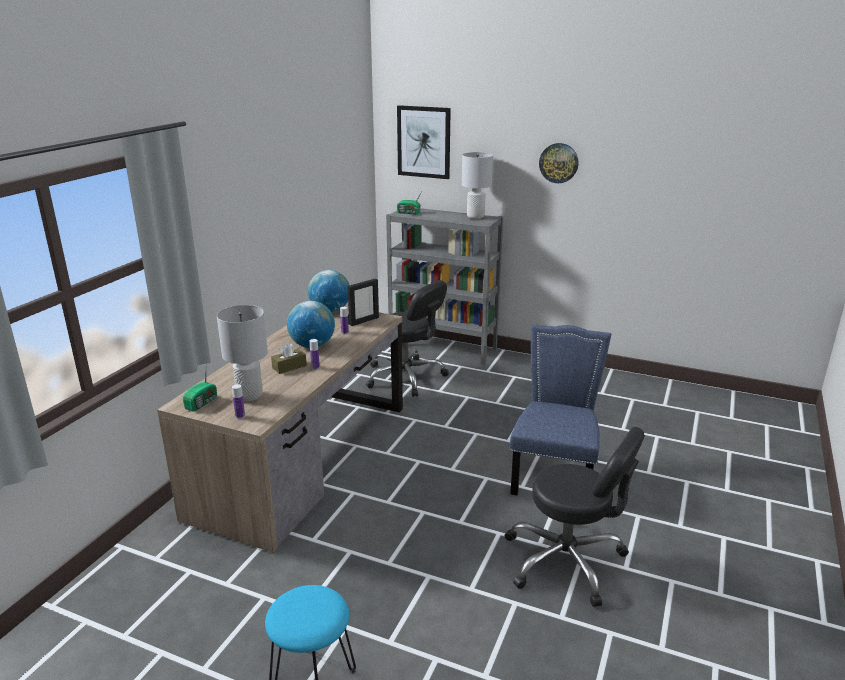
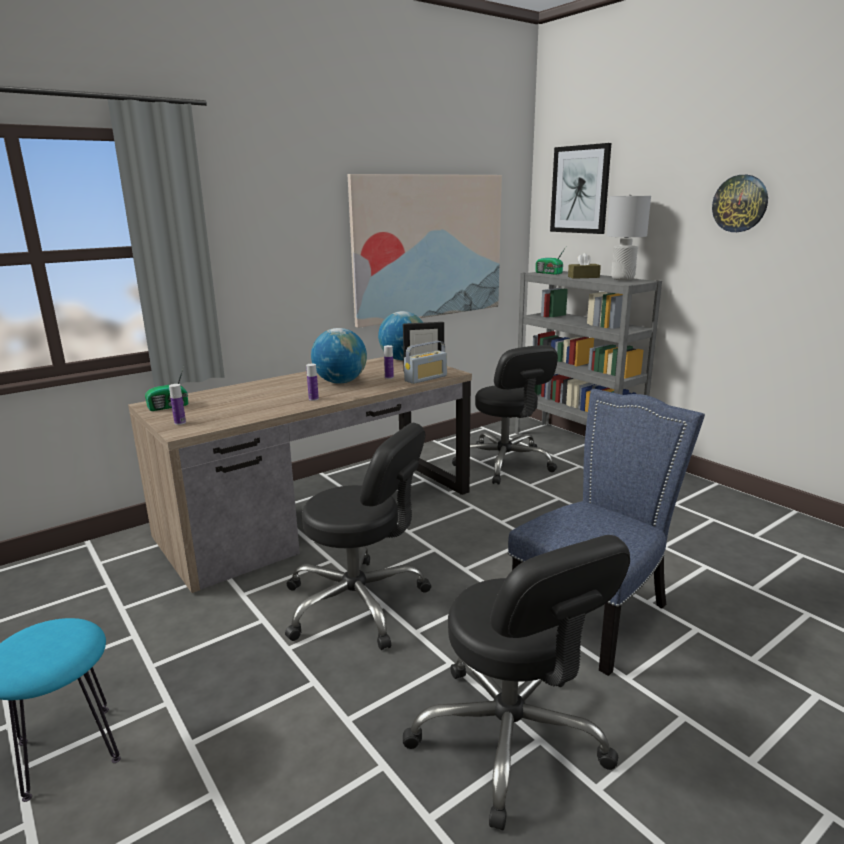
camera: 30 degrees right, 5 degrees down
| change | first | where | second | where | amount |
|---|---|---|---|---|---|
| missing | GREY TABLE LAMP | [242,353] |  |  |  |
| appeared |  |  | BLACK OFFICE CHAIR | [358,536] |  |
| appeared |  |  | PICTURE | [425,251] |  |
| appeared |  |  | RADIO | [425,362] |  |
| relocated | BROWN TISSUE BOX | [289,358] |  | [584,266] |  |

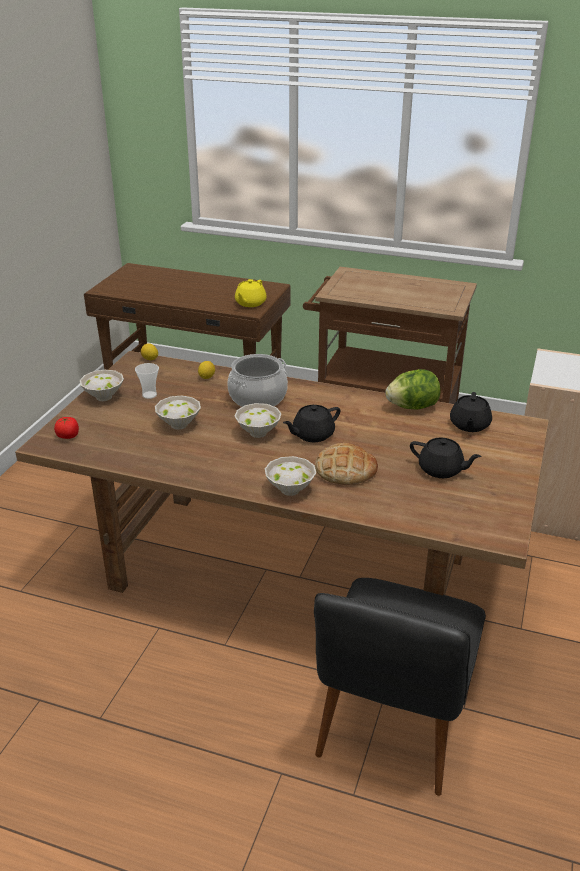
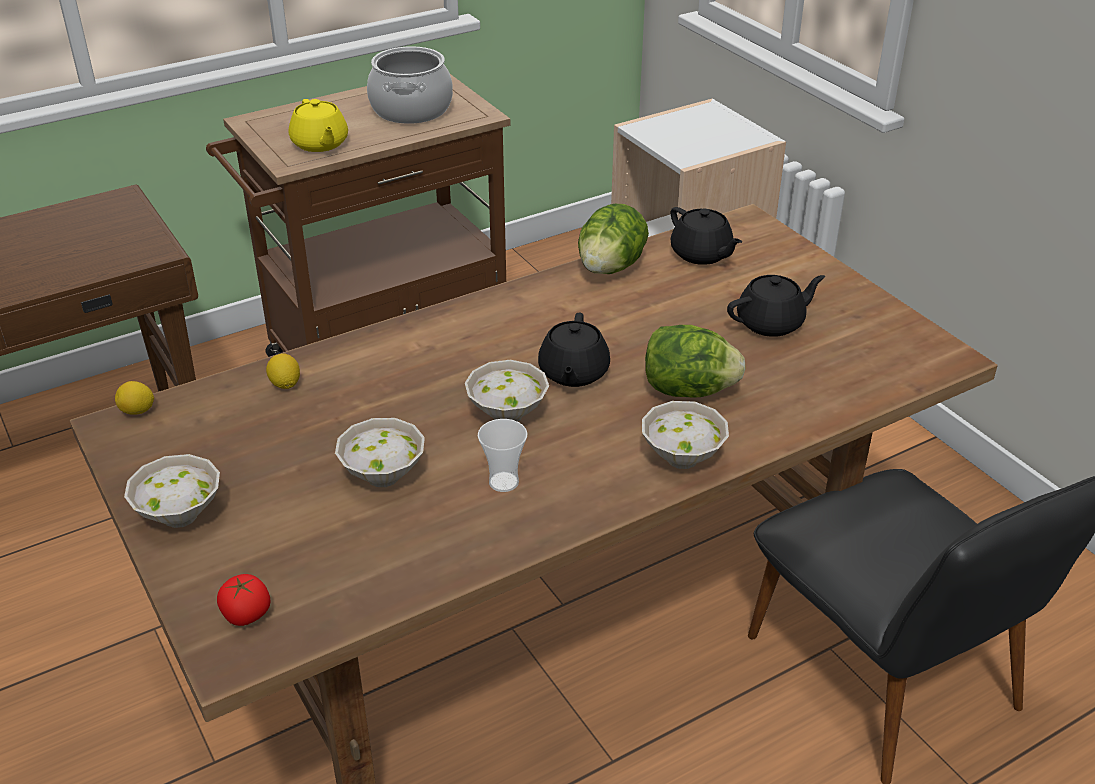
camera: 50 degrees left, 5 degrees up
| change | first | where | second | where | amount |
|---|---|---|---|---|---|
| relocated | CUP | [147,381] |  | [502,455] |  |
| relocated | COOKING POT | [257,380] |  | [410,85] |  |
| relocated | YELLOW TEAPOT | [251,293] |  | [318,125] |  |
| exchanged | BREAD | [346,464] | LETTUCE | [695,361] |  |

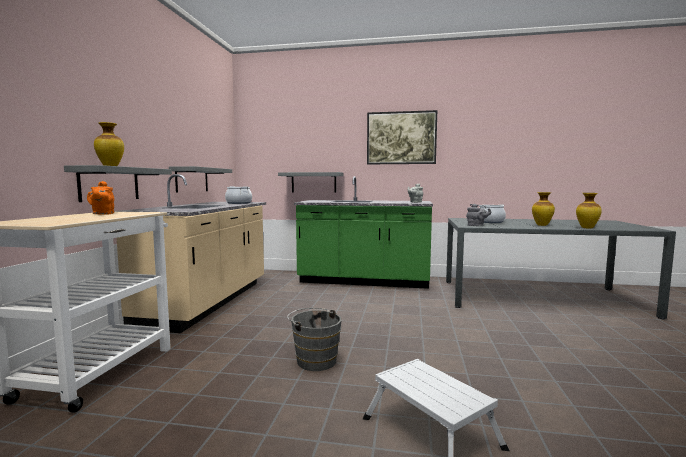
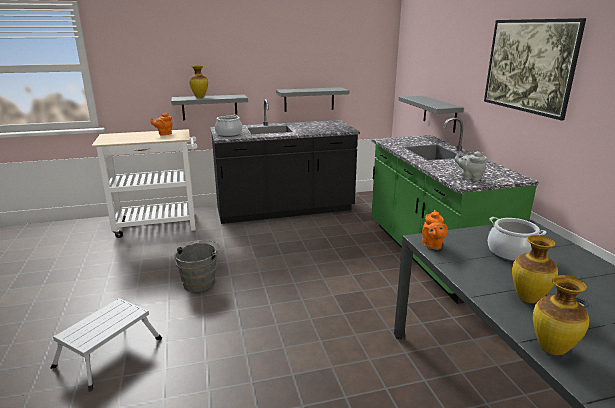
camera: 65 degrees right, 15 degrees up
| change | first | where | second | where | amount |
|---|---|---|---|---|---|
| relocated | COOKING POT | [238,195] |  | [228,126] |  |
| colour | BEIGE COUNTER | [191,253] | BLACK COUNTER | [285,161] |  |
| colour | GREY TEAPOT | [479,215] | ORANGE TEAPOT | [435,230] |  |

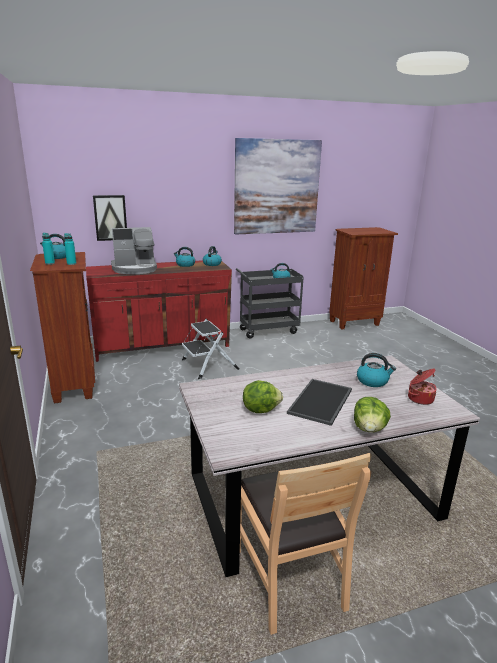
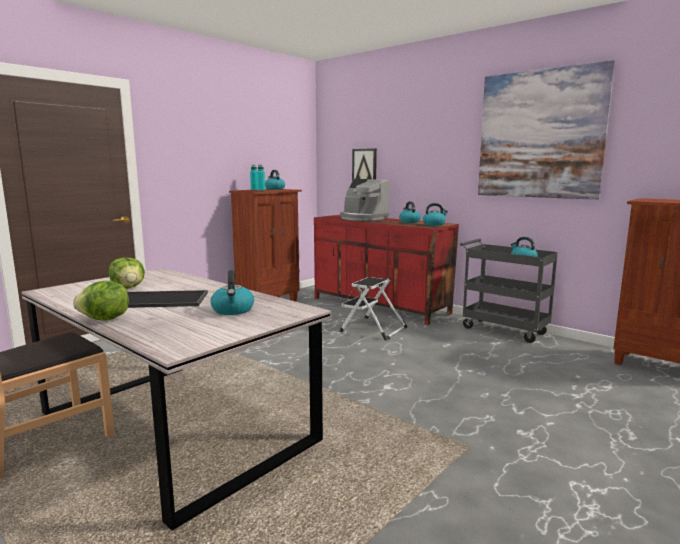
camera: 60 degrees right, 10 degrees down
| change | first | where | second | where | amount |
|---|---|---|---|---|---|
| missing | COOKING POT | [422,387] |  |  |  |

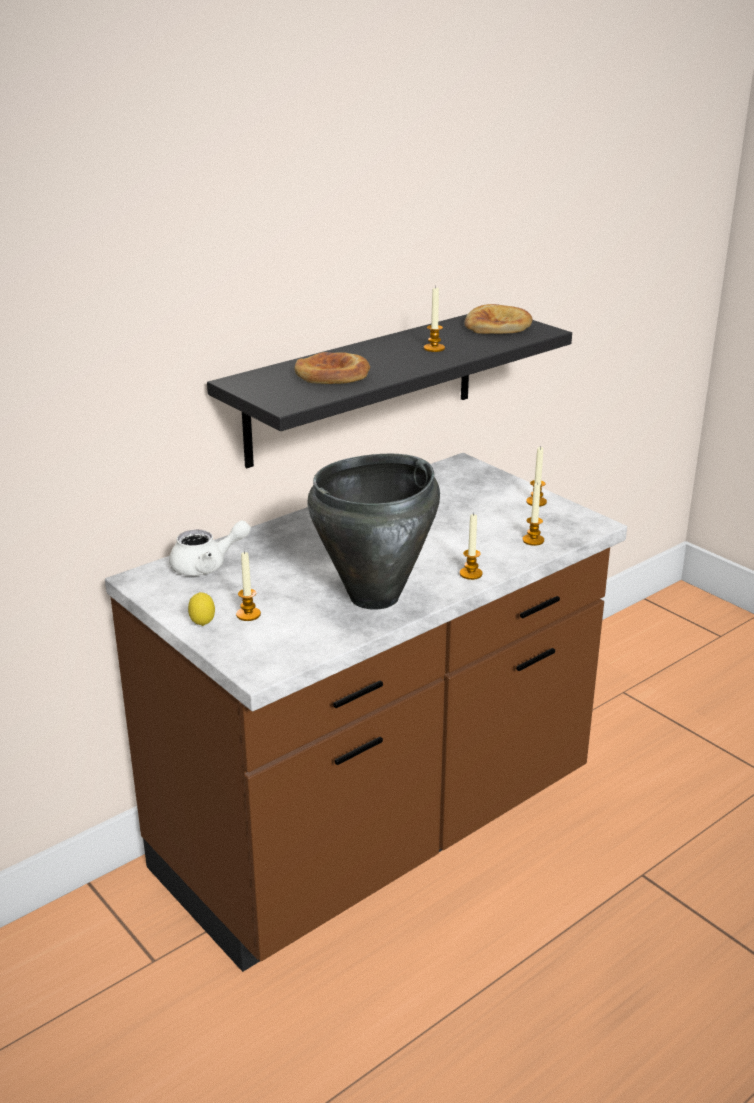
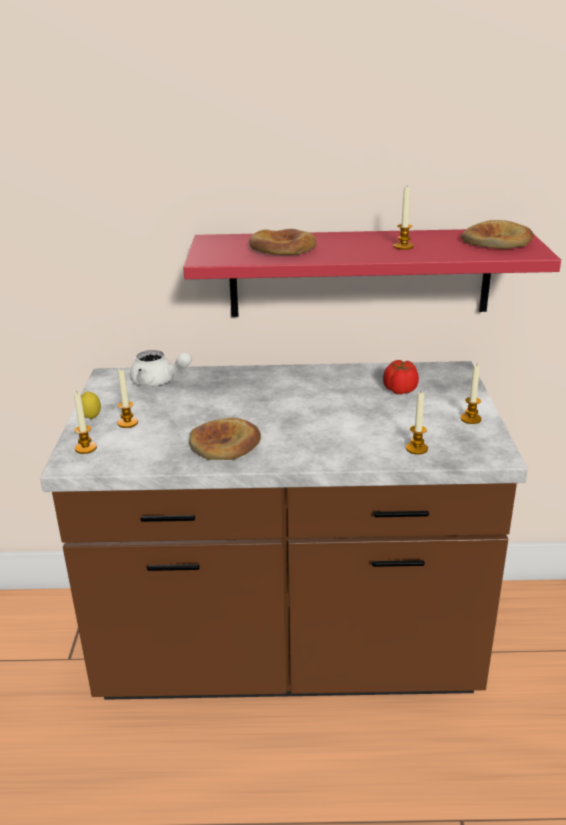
camera: 40 degrees right, 0 degrees up
| change | first | where | second | where | amount |
|---|---|---|---|---|---|
| appeared |  |  | TOMATO | [401,377] |  |
| relocated | CANDLE | [471,546] |  | [85,423] |  |
| exchanged | BLACK COOKING POT | [373,531] | BREAD | [225,439] |  |
| colour | BLACK SHELF | [389,391] | RED SHELF | [372,273] |  |

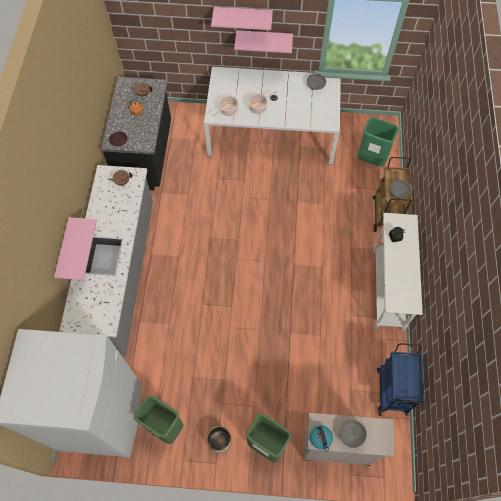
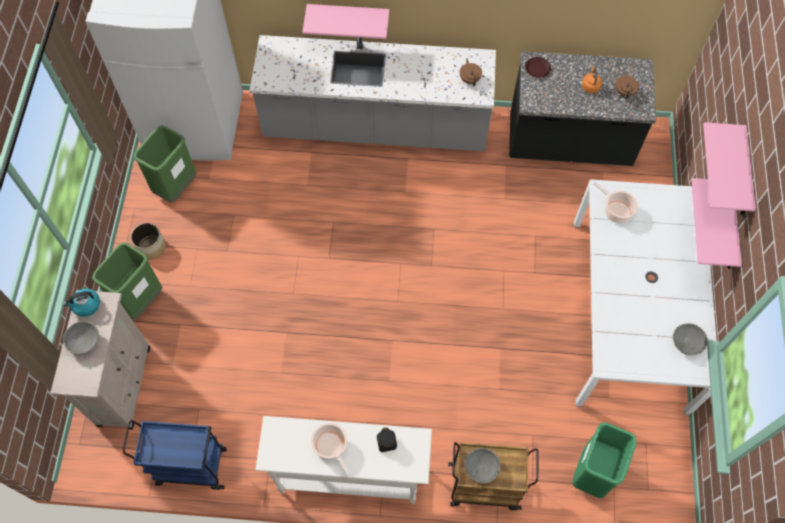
camera: 90 degrees right, 0 degrees up
| change | first | where | second | where | amount |
|---|---|---|---|---|---|
| relocated | COOKING POT | [262,102] |  | [331,449] |  |

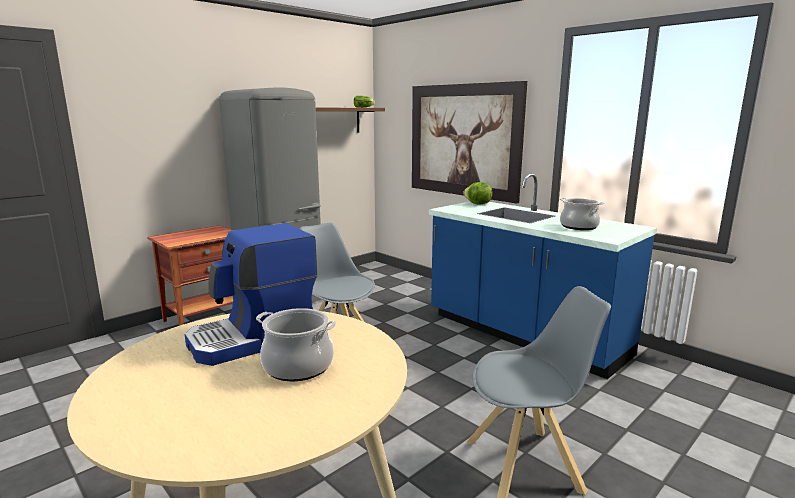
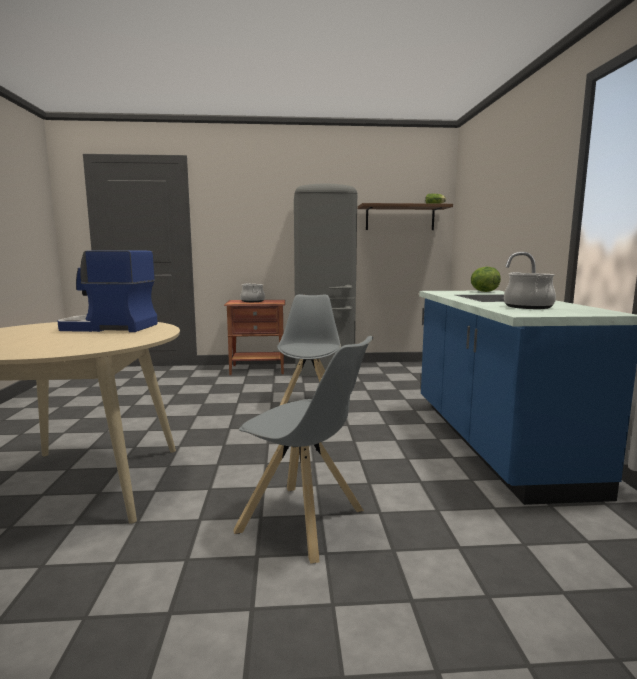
camera: 40 degrees right, 5 degrees down
| change | first | where | second | where | amount |
|---|---|---|---|---|---|
| missing | PICTURE | [469,142] |  |  |  |
| relocated | COOKING POT | [296,344] |  | [253,292] |  |

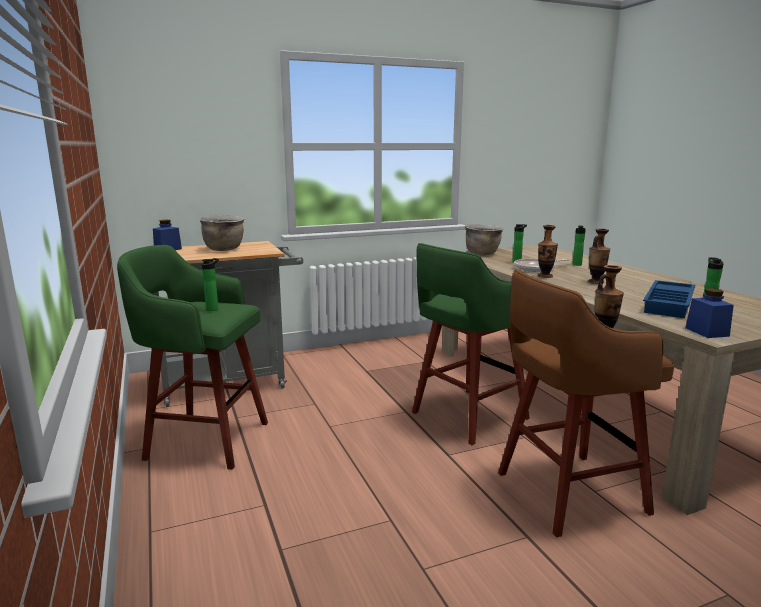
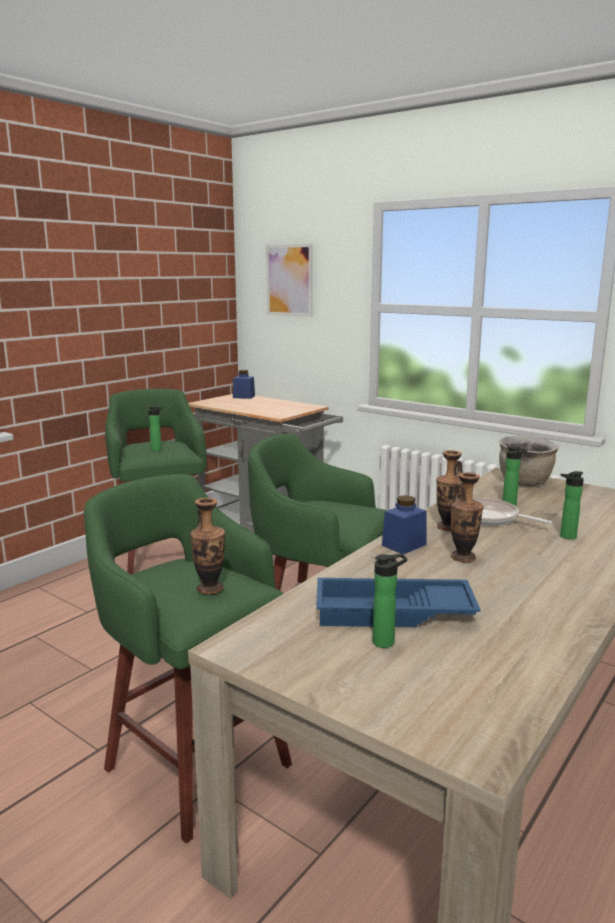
camera: 60 degrees right, 0 degrees up
| change | first | where | second | where | amount |
|---|---|---|---|---|---|
| missing | BROWN COOKING POT | [222,233] |  |  |  |
| appeared |  |  | PICTURE | [289,280] |  |
| relocated | BLUE JAR | [709,313] |  | [404,524] |  |
| colour | BROWN STOOL | [586,403] | GREEN STOOL | [188,658] |  |

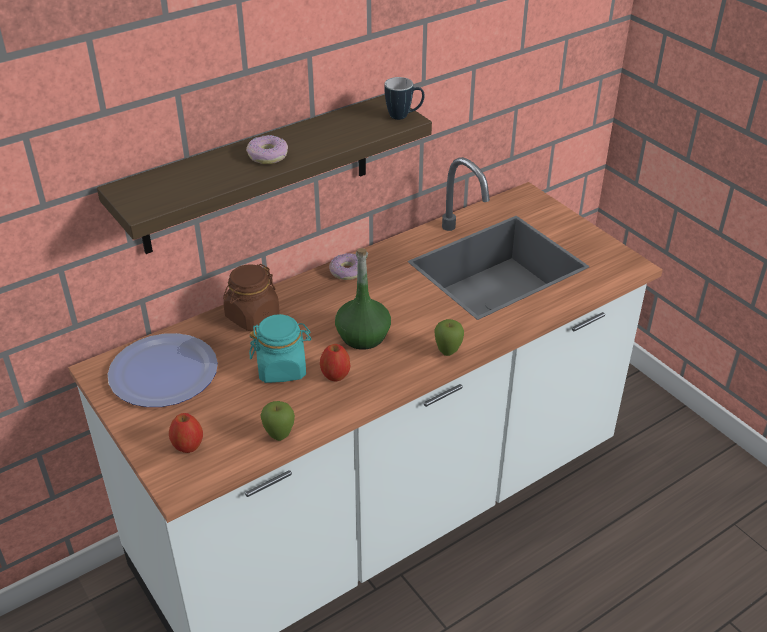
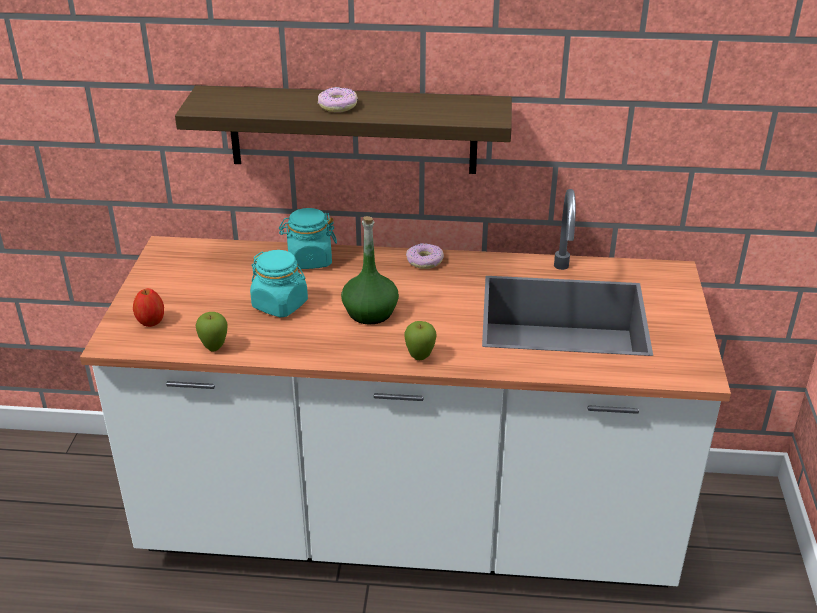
camera: 40 degrees right, 5 degrees down
| change | first | where | second | where | amount |
|---|---|---|---|---|---|
| missing | PLATE | [163,370] |  |  |  |
| missing | APPLE | [335,363] |  |  |  |
| missing | MUG | [404,98] |  |  |  |
| colour | BROWN JAR | [251,297] | TURQUOISE JAR | [308,238] |  |

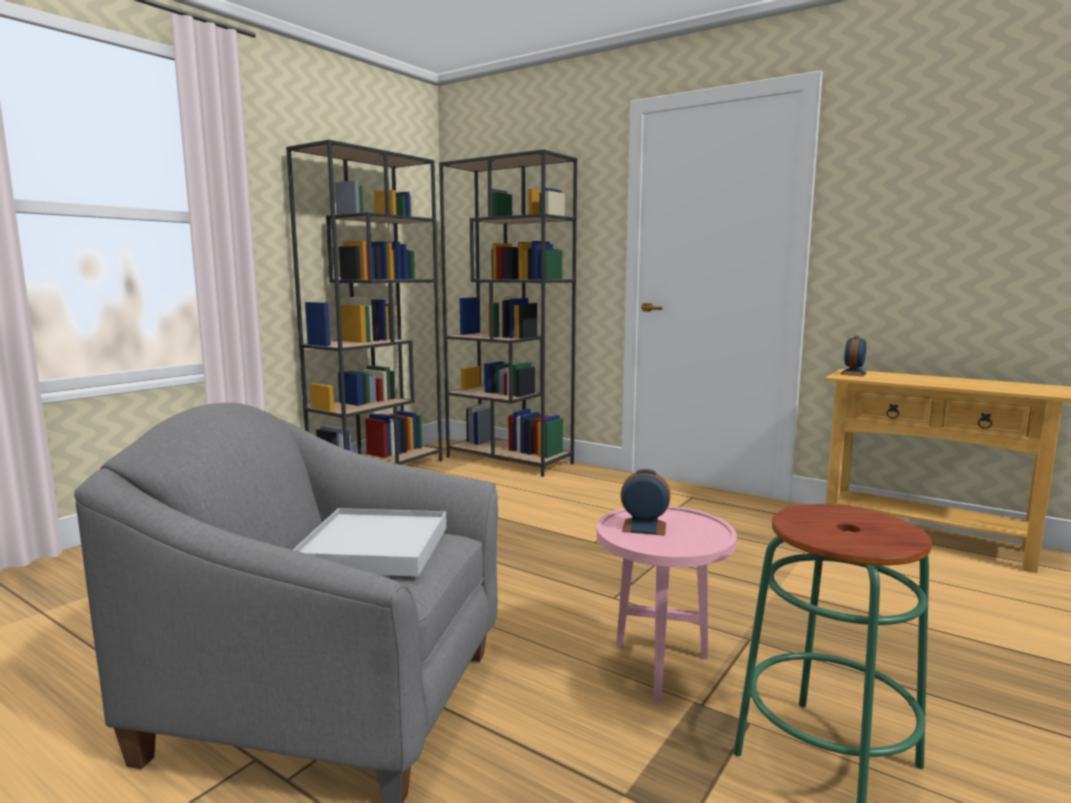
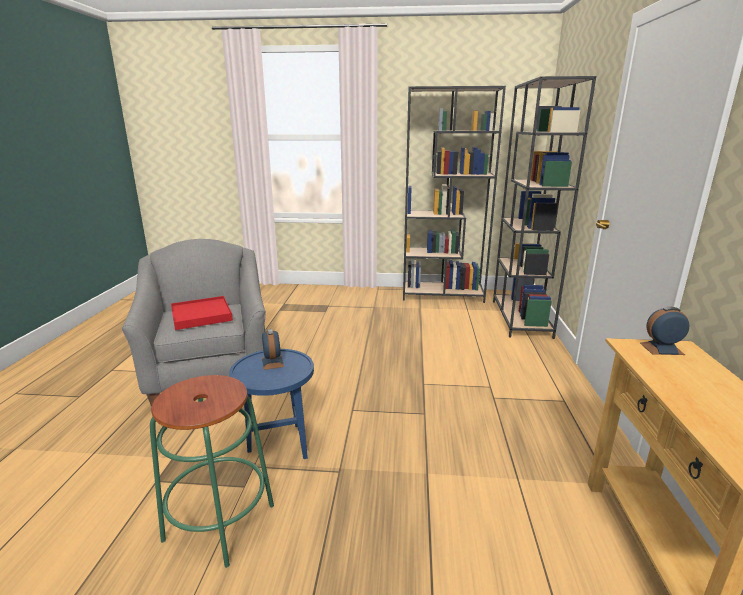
camera: 60 degrees right, 10 degrees up
| change | first | where | second | where | amount |
|---|---|---|---|---|---|
| colour | WHITE TRAY | [370,542] | RED TRAY | [202,313] |  |
| colour | PINK SIDE TABLE | [667,605] | BLUE SIDE TABLE | [271,404] |  |

